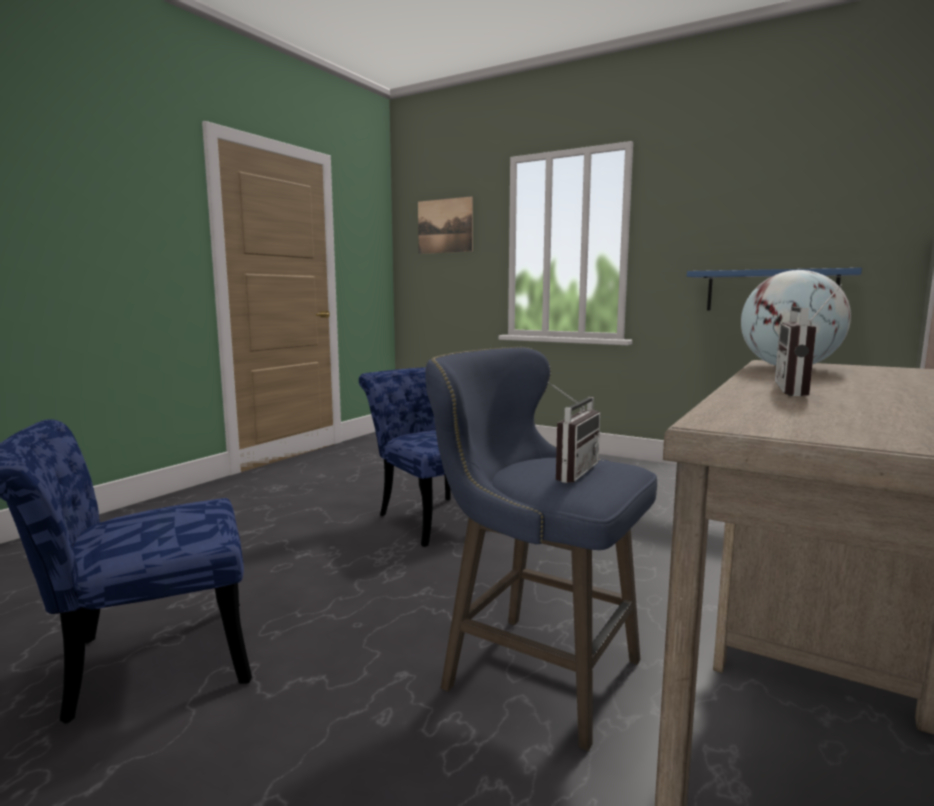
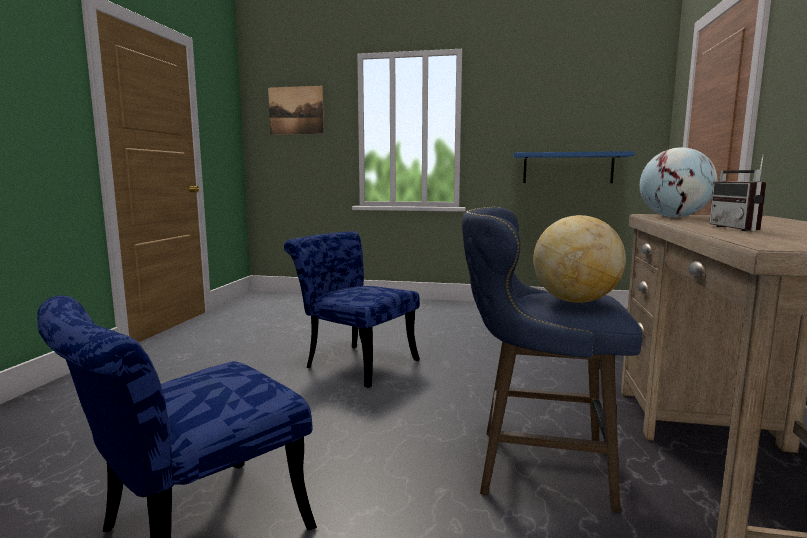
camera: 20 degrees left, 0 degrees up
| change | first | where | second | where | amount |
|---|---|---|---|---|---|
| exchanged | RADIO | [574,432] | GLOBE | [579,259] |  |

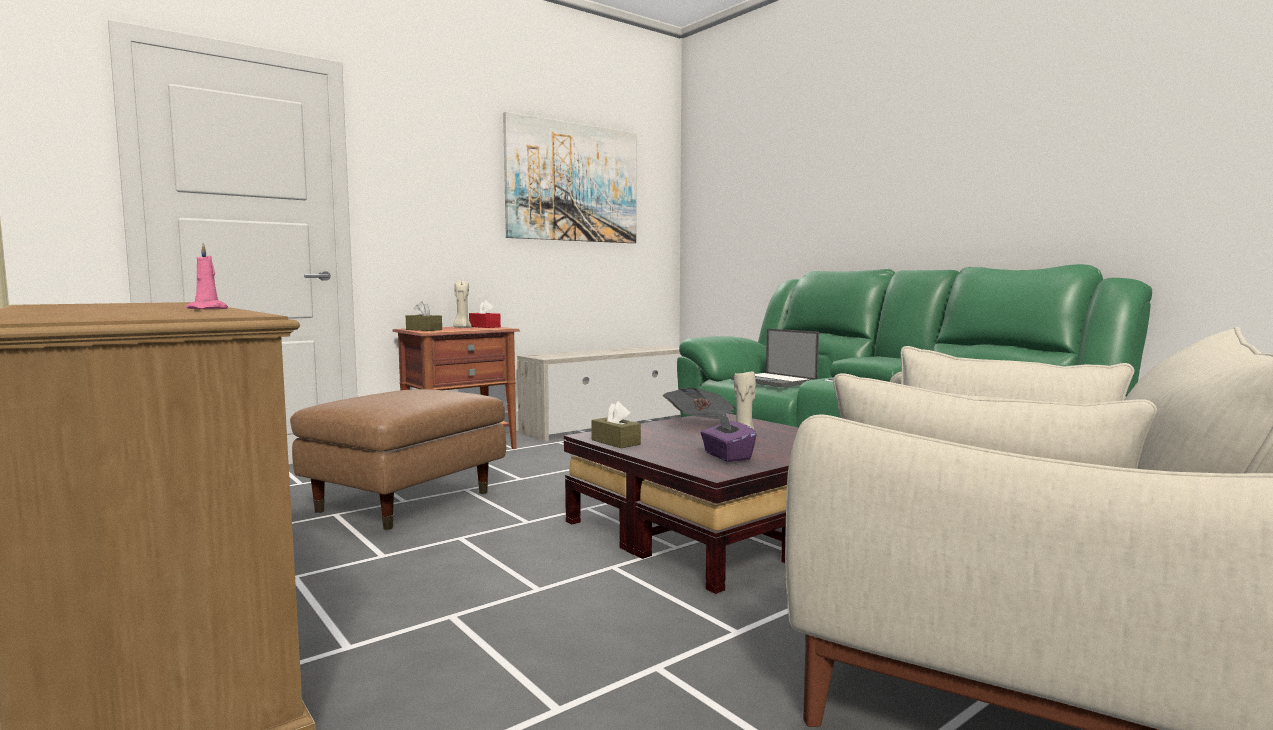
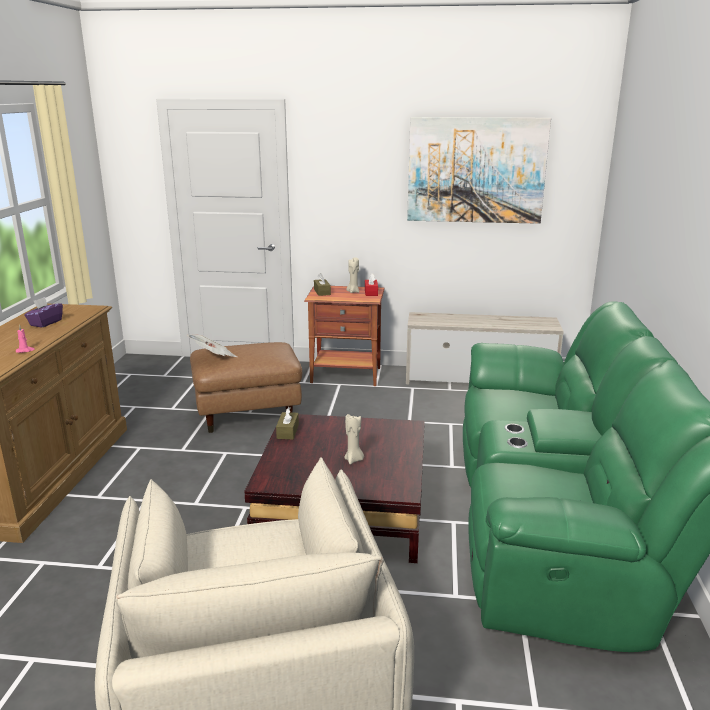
camera: 45 degrees right, 15 degrees up
| change | first | where | second | where | amount |
|---|---|---|---|---|---|
| missing | LAPTOP | [775,357] |  |  |  |
| relocated | NEWSPAPER | [699,403] |  | [212,345] |  |
| relocated | PURPLE TISSUE BOX | [729,438] |  | [43,312] |  |

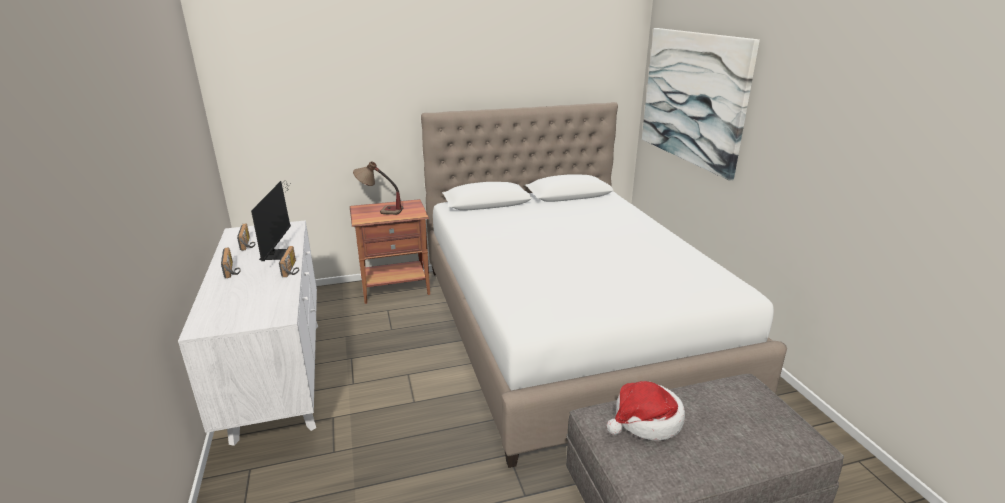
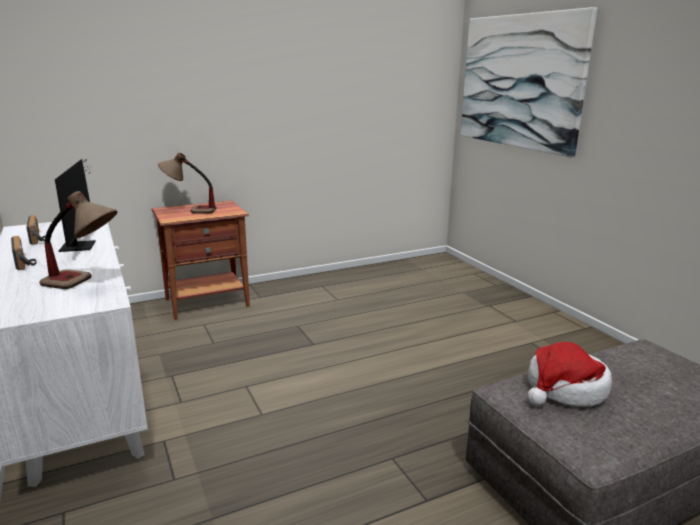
camera: 10 degrees left, 5 degrees down
| change | first | where | second | where | amount |
|---|---|---|---|---|---|
| missing | RADIO | [289,261] |  |  |  |
| missing | WHITE BED | [604,285] |  |  |  |
| appeared |  |  | TABLE LAMP | [78,240] |  |

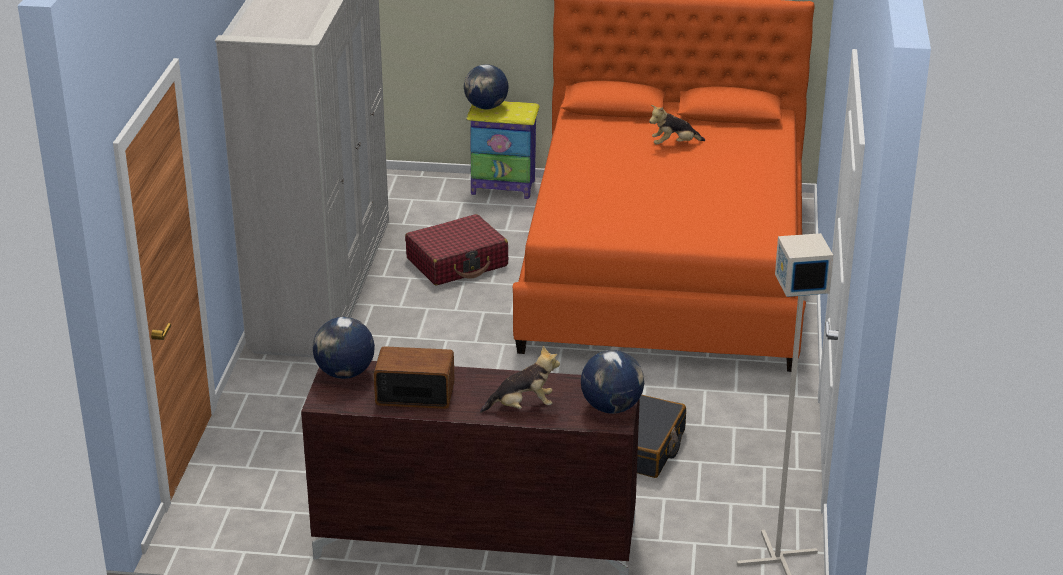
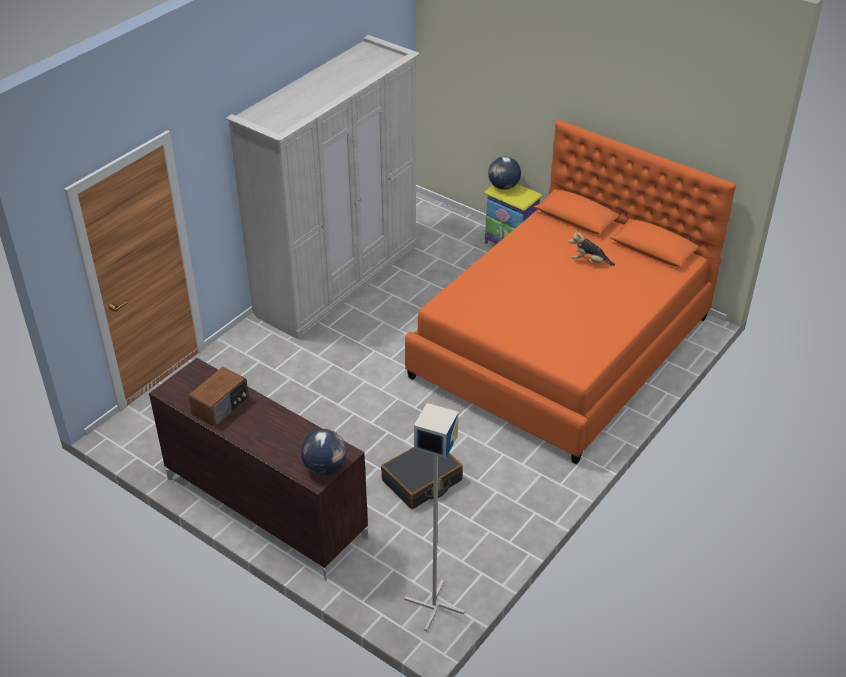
camera: 30 degrees right, 10 degrees up
| change | first | where | second | where | amount |
|---|---|---|---|---|---|
| missing | GLOBE | [344,348] |  |  |  |
| missing | RED SUITCASE | [456,249] |  |  |  |
| missing | PLUSH TOY | [520,379] |  |  |  |
| spun | RADIO | [414,377] |  | [219,397] | 90 degrees clockwise |

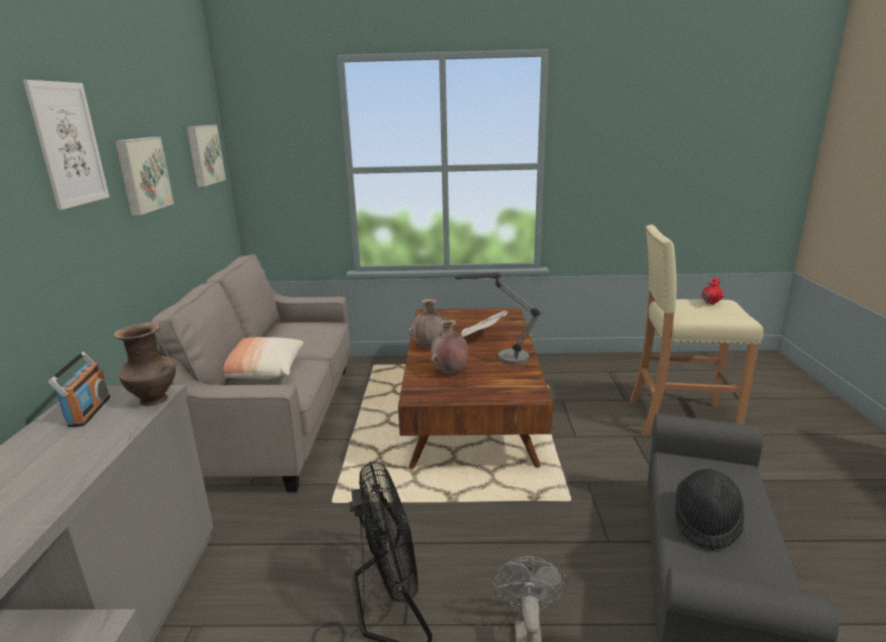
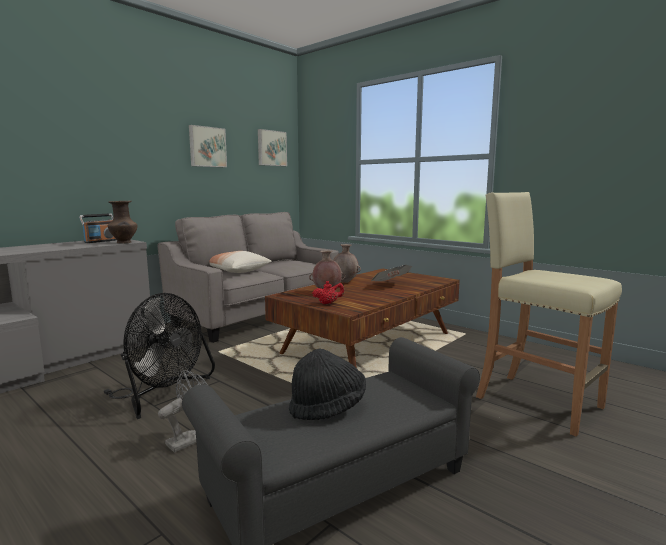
camera: 40 degrees right, 10 degrees down
| change | first | where | second | where | amount |
|---|---|---|---|---|---|
| missing | PICTURE | [66,145] |  |  |  |
| missing | TABLE LAMP | [498,319] |  |  |  |
| relocated | RED TEAPOT | [712,291] |  | [328,292] |  |

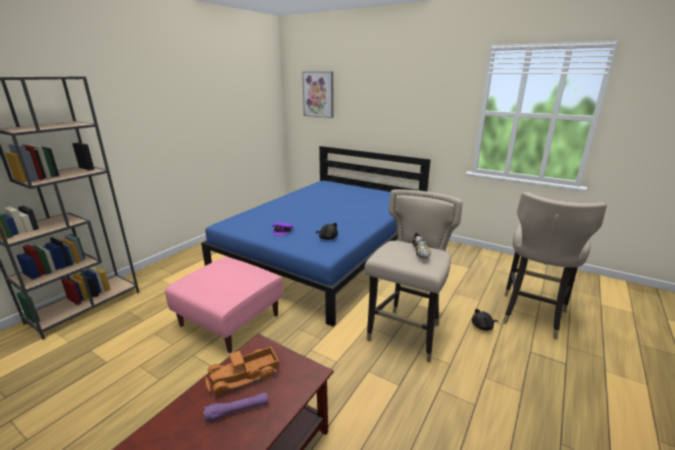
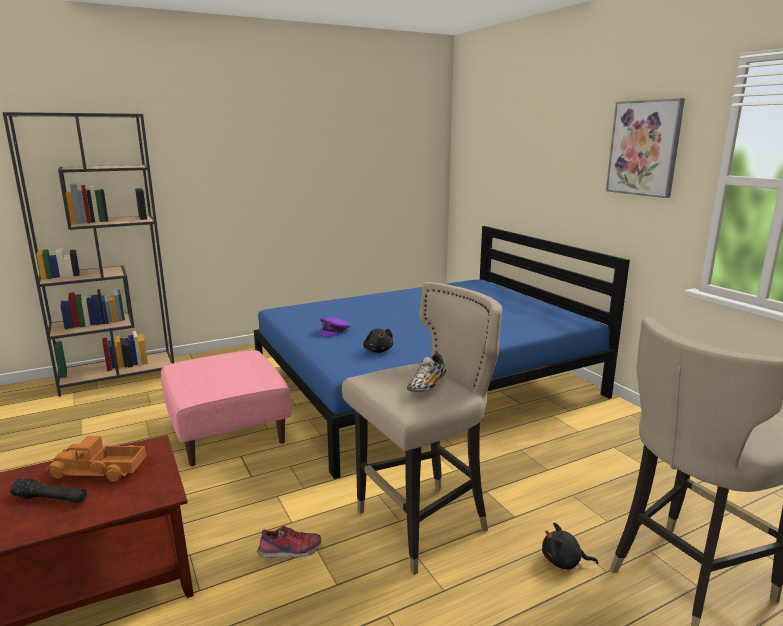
camera: 30 degrees right, 5 degrees down
| change | first | where | second | where | amount |
|---|---|---|---|---|---|
| appeared |  |  | SHOE | [289,542] |  |
| relocated | PICTURE | [317,95] |  | [645,148] |  |
| colour | PURPLE FLASHLIGHT | [235,407] | BLACK FLASHLIGHT | [48,490] |  |

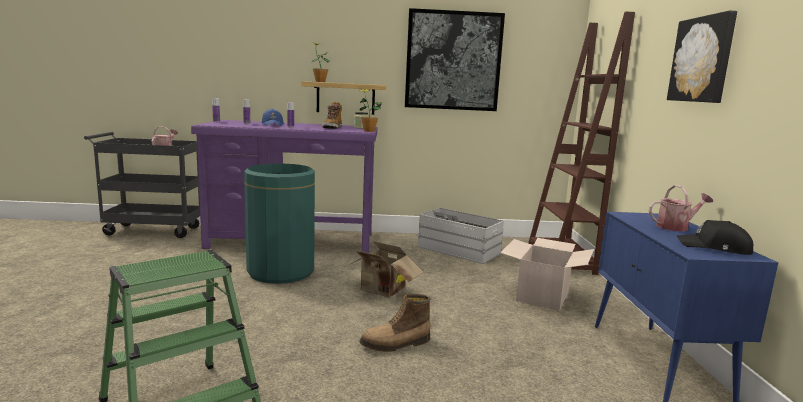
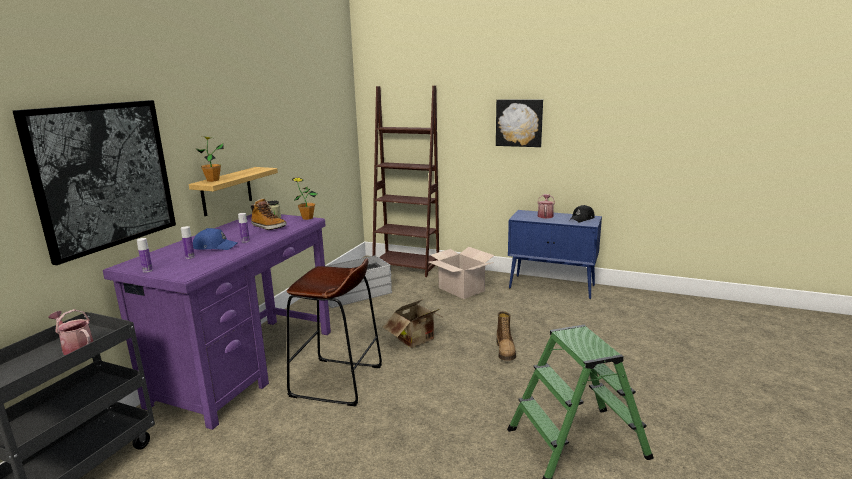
camera: 65 degrees left, 5 degrees up
| change | first | where | second | where | amount |
|---|---|---|---|---|---|
| relocated | PICTURE | [455,59] |  | [94,182] |  |
| exchanged | GREEN TRASH CAN | [279,224] | BROWN STOOL | [334,332] |  |

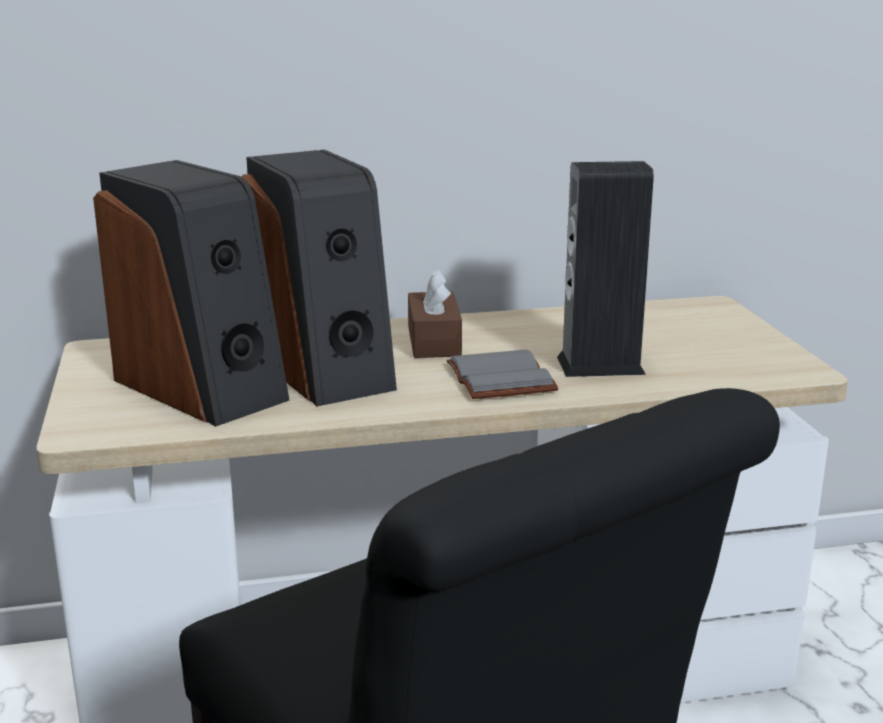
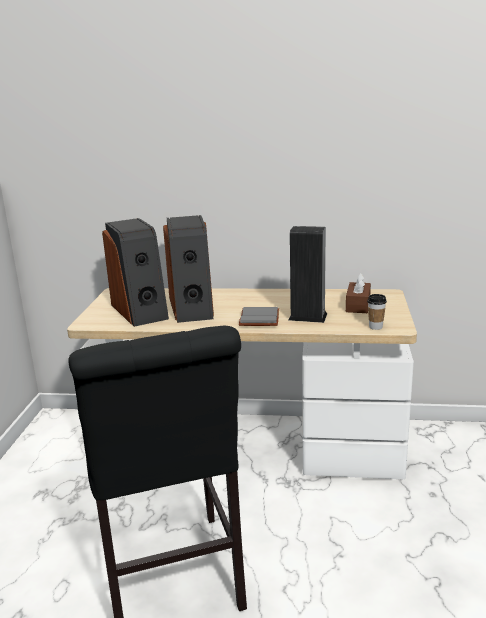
camera: 20 degrees right, 0 degrees up
| change | first | where | second | where | amount |
|---|---|---|---|---|---|
| appeared |  |  | CUP | [377,312] |  |
| relocated | BROWN TISSUE BOX | [435,313] |  | [358,293] |  |

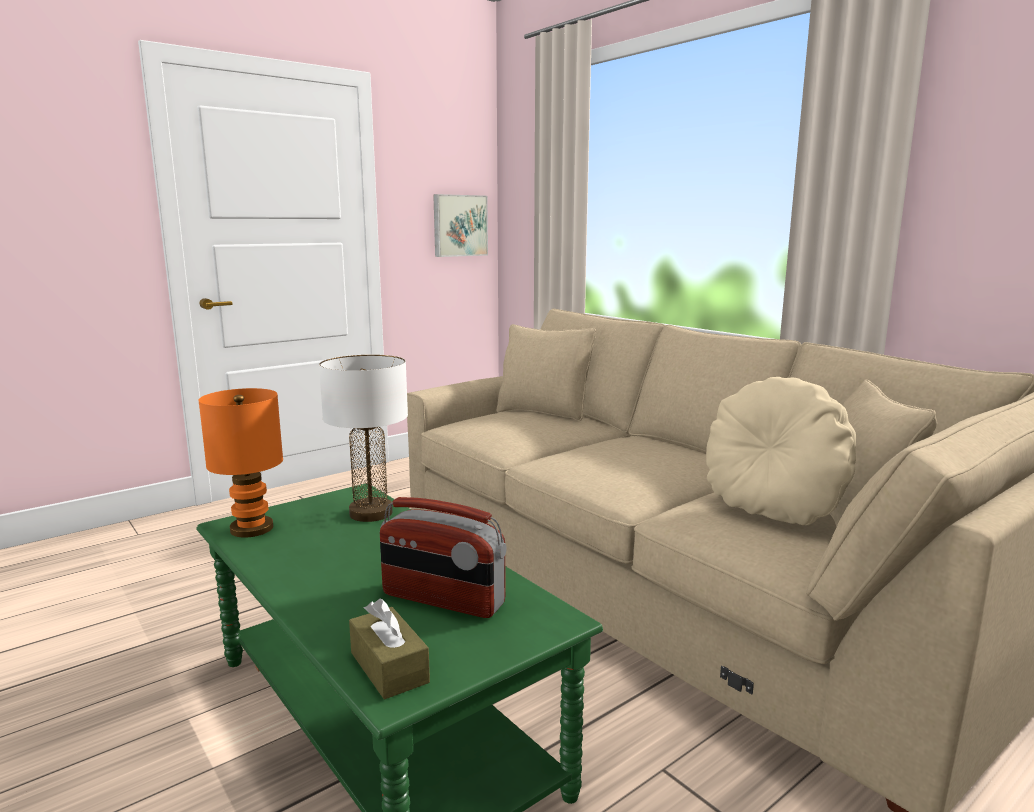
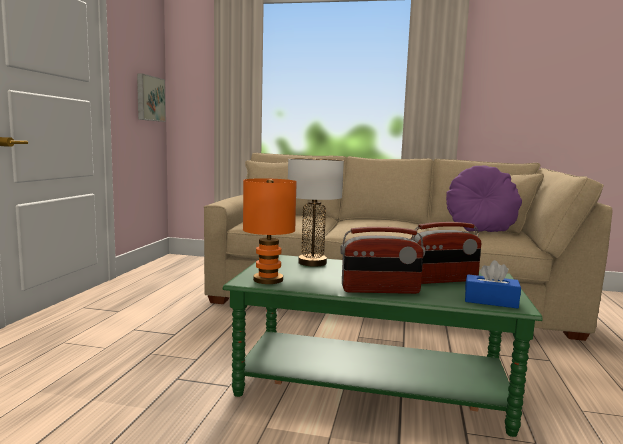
camera: 40 degrees left, 5 degrees down
| change | first | where | second | where | amount |
|---|---|---|---|---|---|
| appeared |  |  | RADIO | [382,260] |  |
| colour | BROWN TISSUE BOX | [389,649] | BLUE TISSUE BOX | [493,284] |  |
| colour | BEIGE PILLOW | [781,451] | PURPLE PILLOW | [484,198] |  |

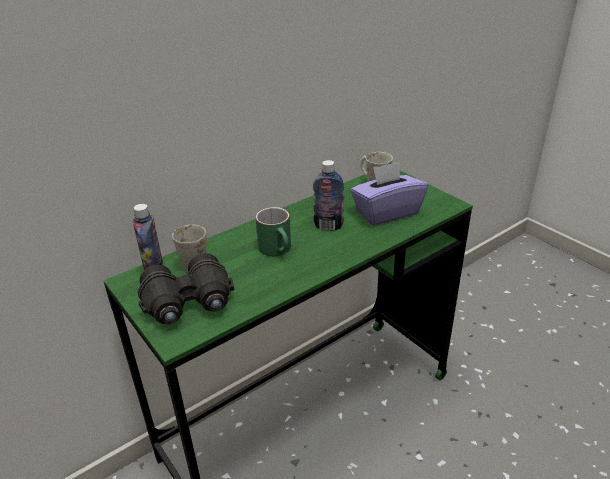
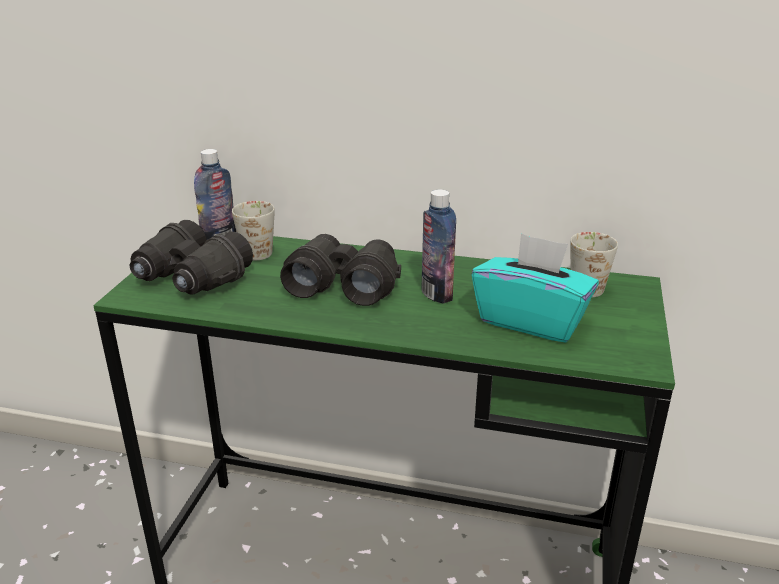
camera: 50 degrees right, 5 degrees down
| change | first | where | second | where | amount |
|---|---|---|---|---|---|
| exchanged | GREEN MUG | [273,231] | BLACK BINOCULARS | [340,270] |  |
| colour | PURPLE TISSUE BOX | [389,193] | TURQUOISE TISSUE BOX | [535,288] |  |

